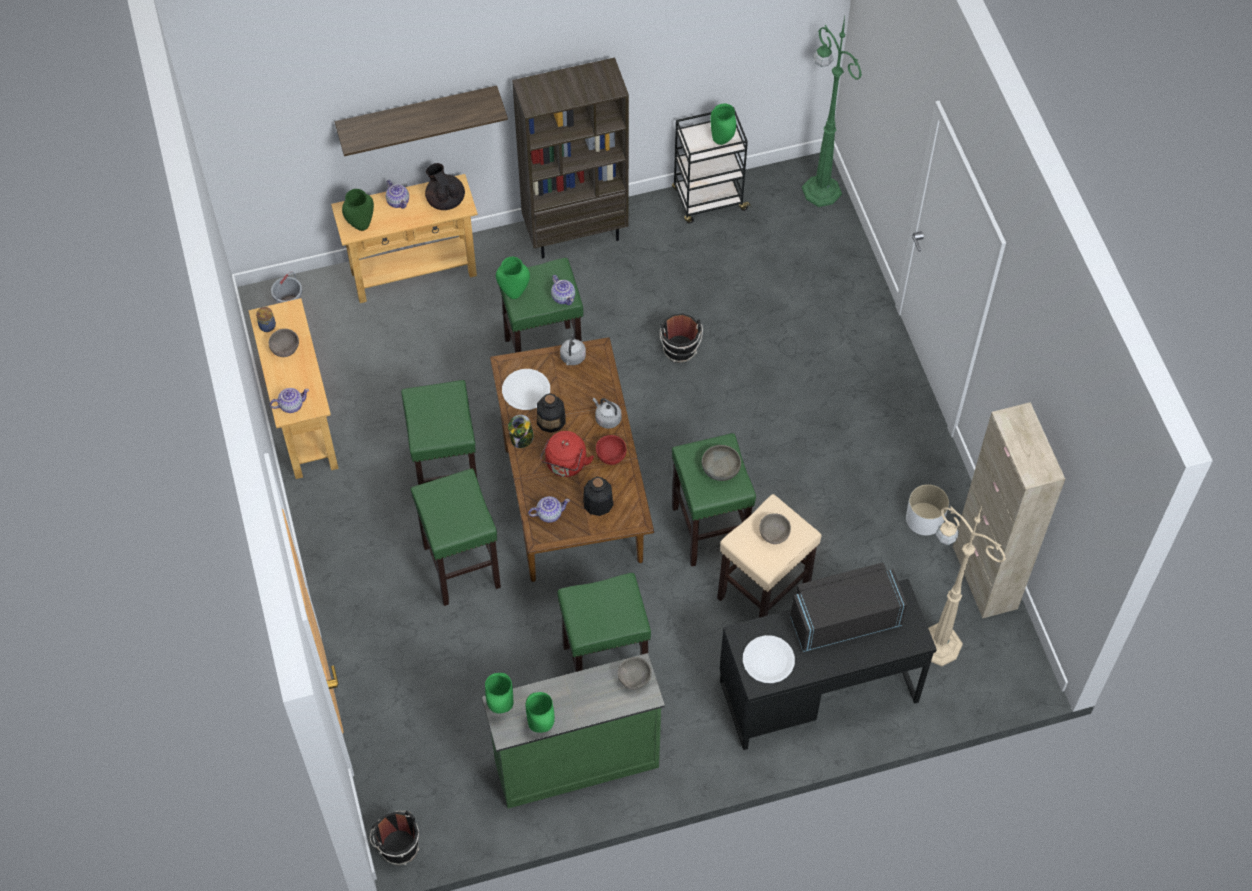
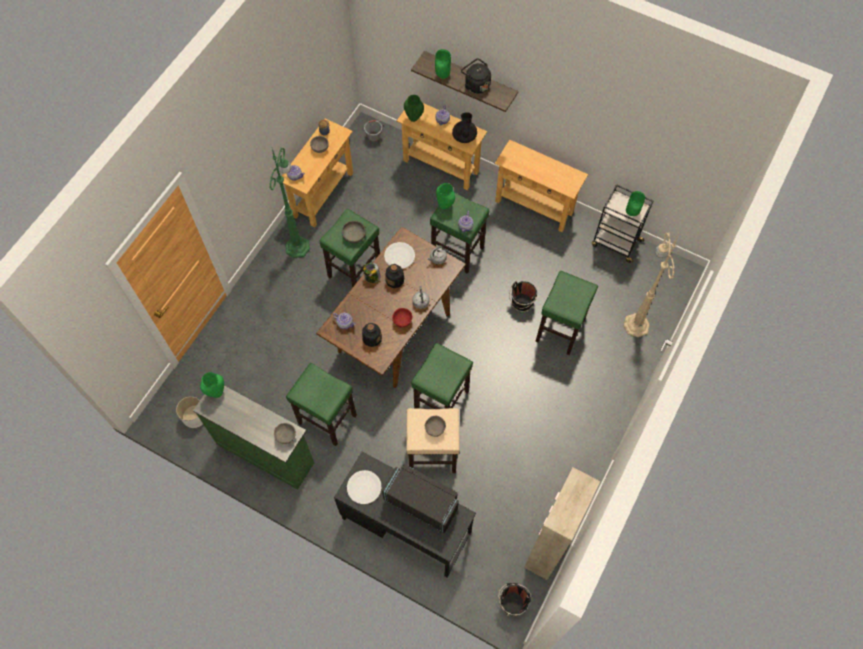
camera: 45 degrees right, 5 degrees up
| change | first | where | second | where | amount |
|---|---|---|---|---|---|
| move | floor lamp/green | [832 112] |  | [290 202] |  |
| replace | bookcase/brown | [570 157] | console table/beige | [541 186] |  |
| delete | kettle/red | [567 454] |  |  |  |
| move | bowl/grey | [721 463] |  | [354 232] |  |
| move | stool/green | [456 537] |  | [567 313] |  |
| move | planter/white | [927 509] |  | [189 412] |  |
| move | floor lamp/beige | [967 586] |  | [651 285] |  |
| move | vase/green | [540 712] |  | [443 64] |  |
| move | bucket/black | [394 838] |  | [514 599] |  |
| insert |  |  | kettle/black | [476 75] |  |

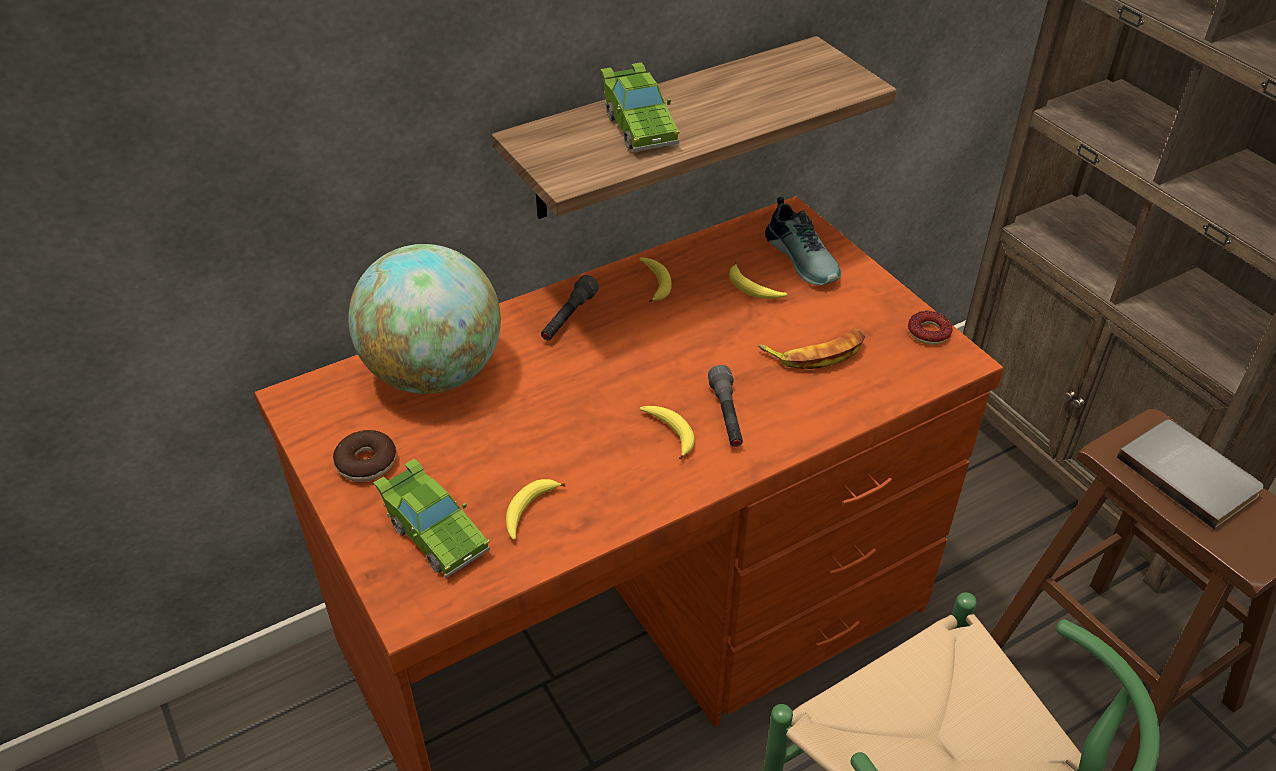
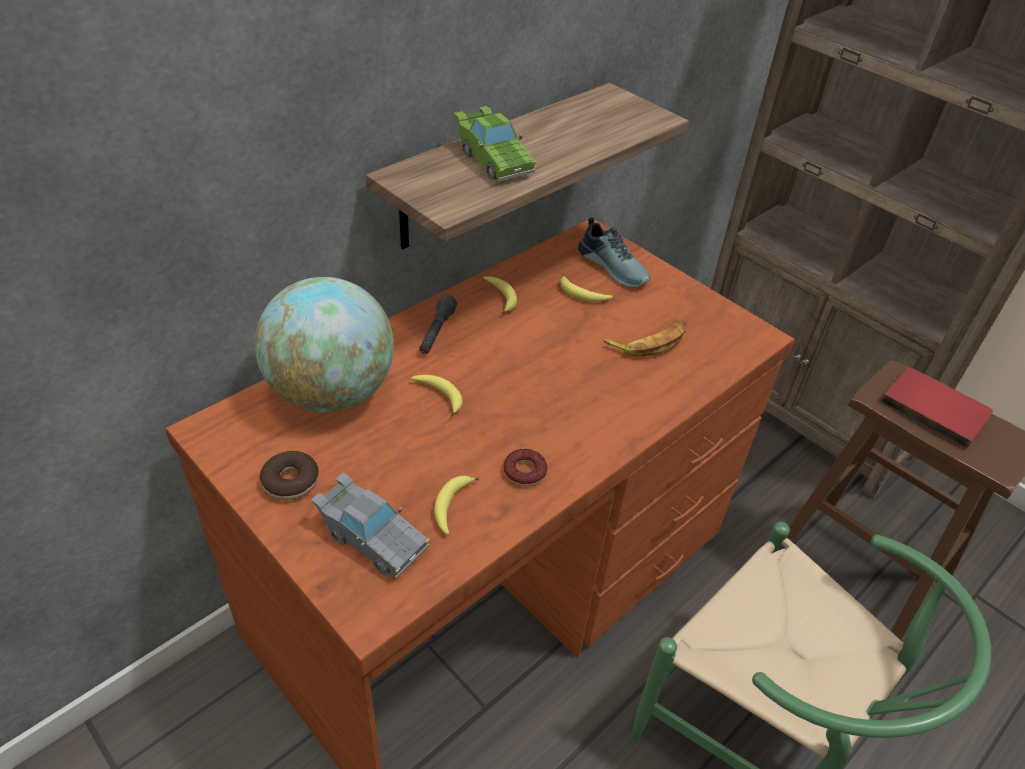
camera: 15 degrees left, 0 degrees up
| change | first | where | second | where | amount |
|---|---|---|---|---|---|
| move | donut | [930 328] |  | [525 467] |  |
| delete | flashlight/grey | [725 406] |  |  |  |
| move | banana | [667 433] |  | [437 395] |  |
| recolor | book/grey | [1190 474] | book/red | [937 407] |  |
| recolor | toy car/green | [431 518] | toy car/grey | [370 526] |  |

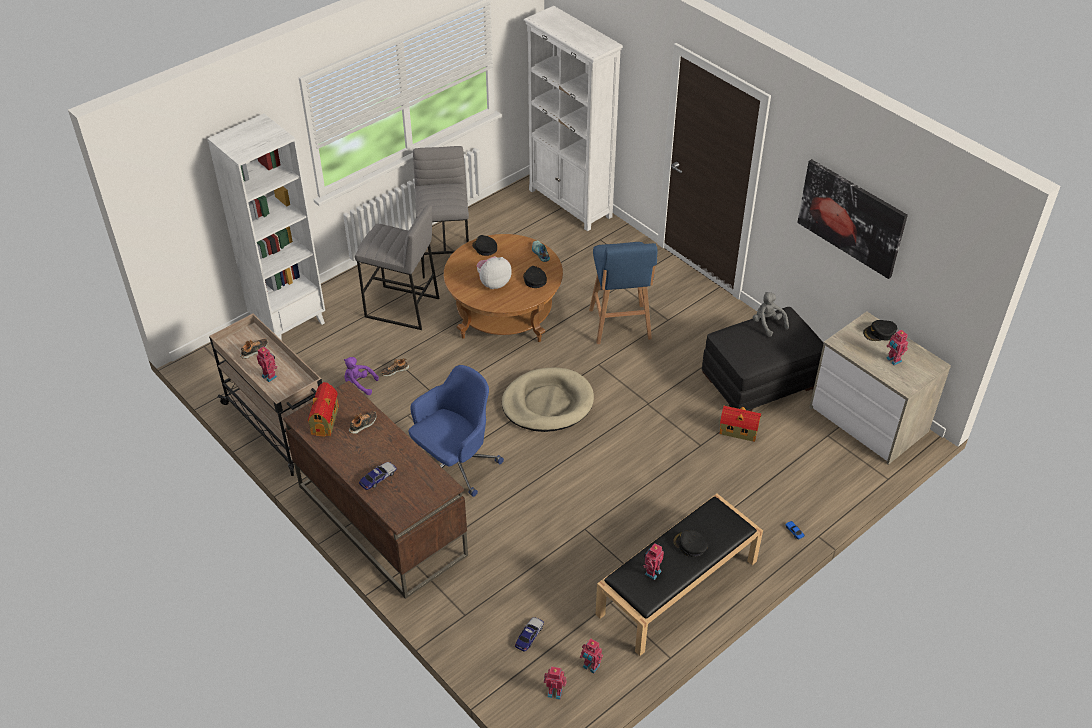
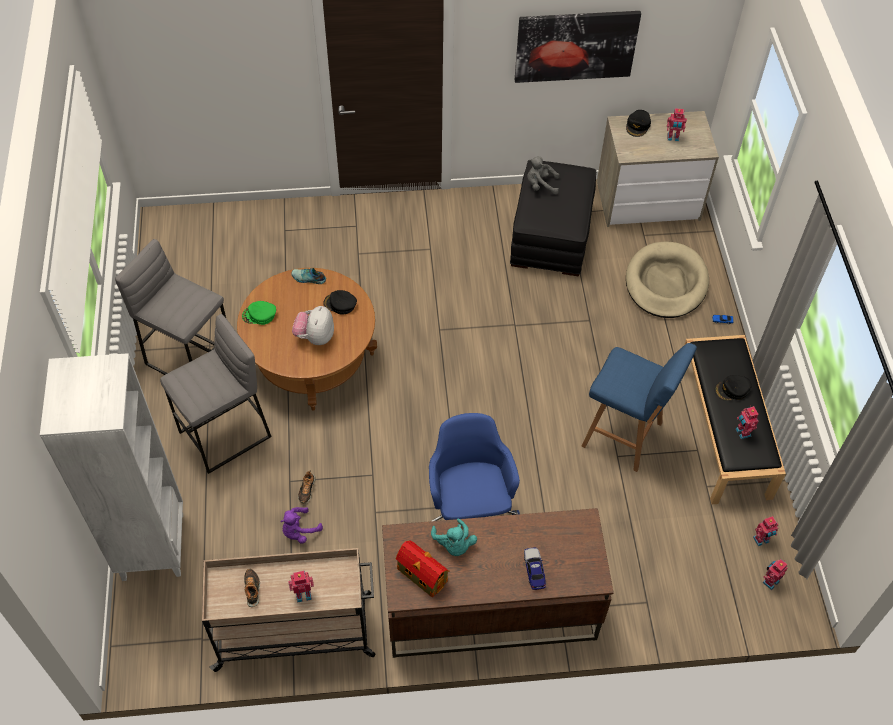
camera: 55 degrees left, 10 degrees up
| change | first | where | second | where | amount |
|---|---|---|---|---|---|
| delete | bookcase/white | [573 118] |  |  |  |
| recolor | cap/black | [484 245] | cap/green | [259 313] |  |
| move | stool/blue | [623 293] |  | [639 407] |  |
| move | dog bed/beige | [548 399] |  | [667 279] |  |
| delete | toy house | [740 424] |  |  |  |
| replace | shoe | [363 422] | plush toy/turquoise | [454 537] |  |
| delete | toy car | [529 634] |  |  |  |

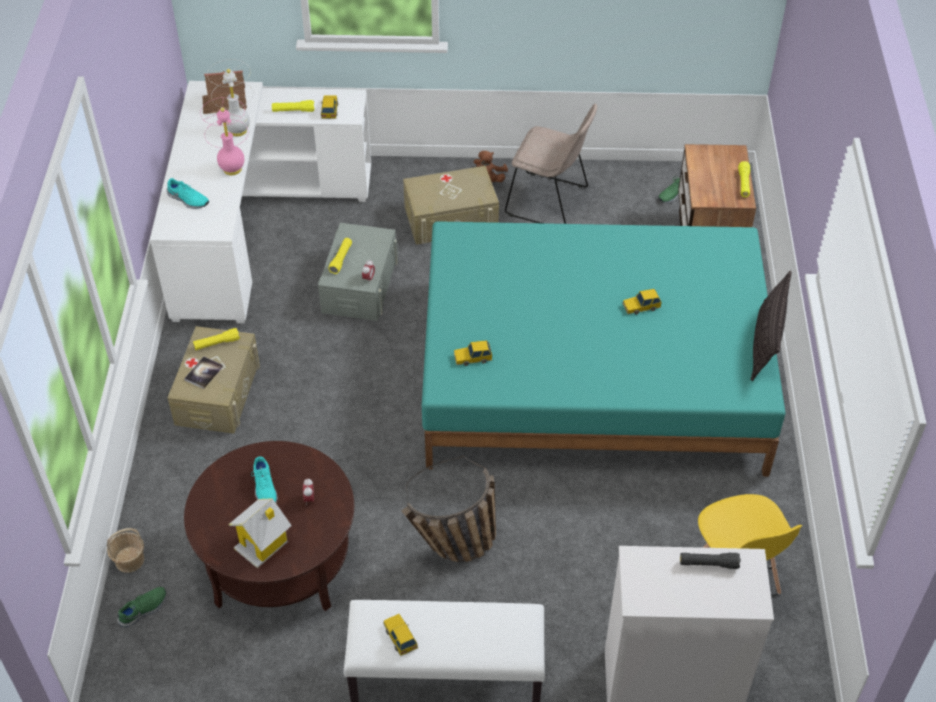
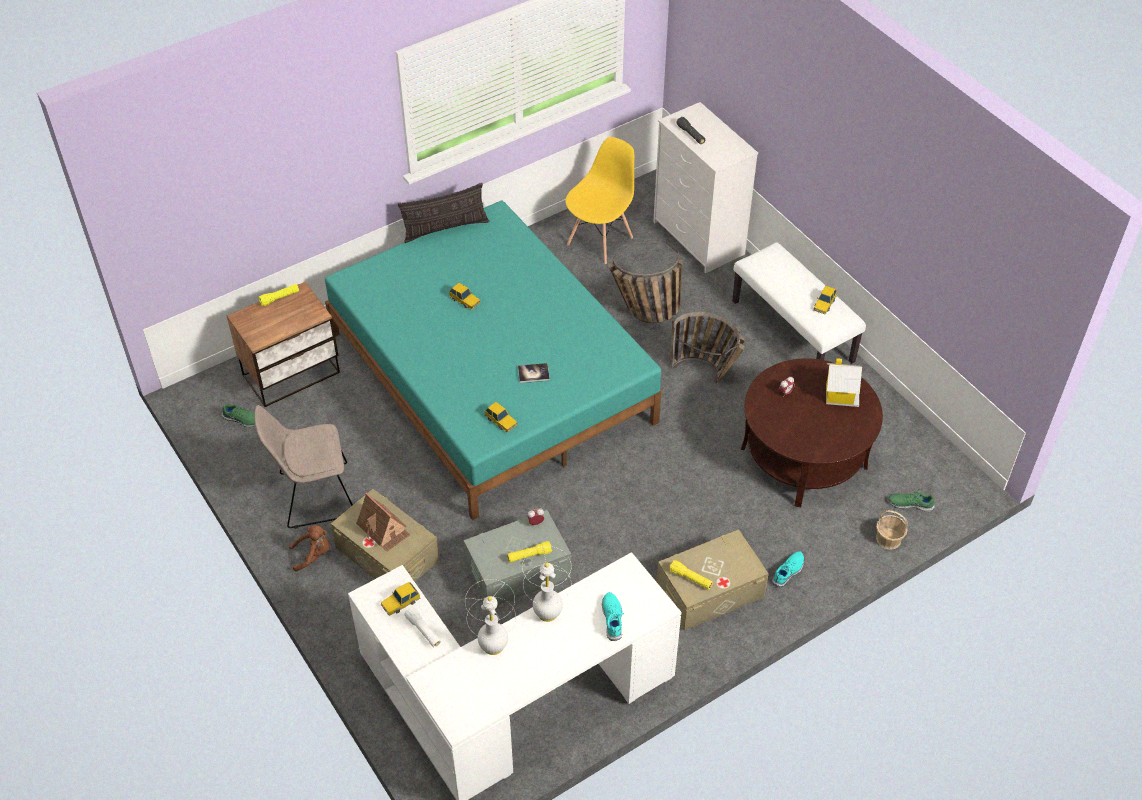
camera: 125 degrees left, 0 degrees up
| change | first | where | second | where | amount |
|---|---|---|---|---|---|
| move | toy house | [224 92] |  | [383 522] |  |
| recolor | table lamp/pink | [224 136] | table lamp/white | [547 584] |  |
| recolor | flashlight/yellow | [293 106] | flashlight/white | [422 627] |  |
| rotate | chair/beige | [551 164] |  | [303 467] | 90 degrees counterclockwise |
| move | toy car | [473 353] |  | [501 417] |  |
| move | book | [203 373] |  | [534 373] |  |
| move | shoe/turquoise | [264 480] |  | [788 569] |  |
| insert |  |  | basket | [645 282] |  |

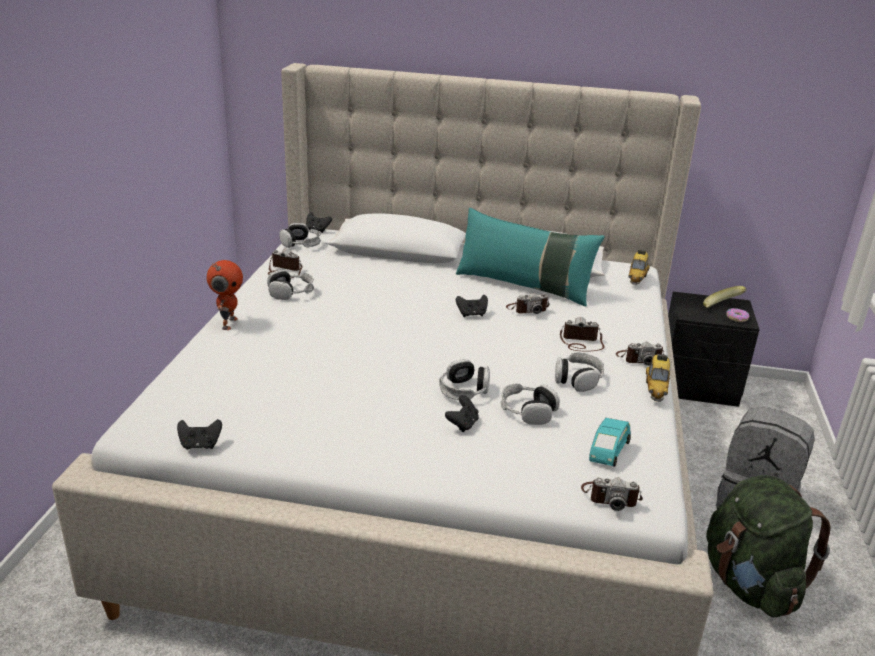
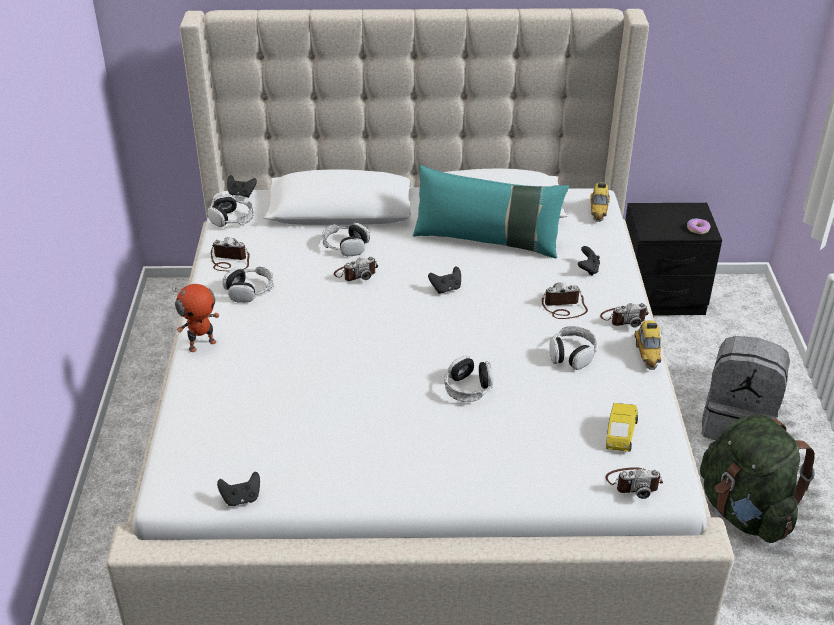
camera: 10 degrees left, 10 degrees up
| change | first | where | second | where | amount |
|---|---|---|---|---|---|
| rotate | toy robot | [225 295] |  | [196 318] | 60 degrees clockwise |
| delete | banana | [724 297] |  |  |  |
| move | photo camera | [528 303] |  | [356 268] |  |
| move | headphones | [530 404] |  | [346 239] |  |
| move | game controller/black | [462 413] |  | [589 261] |  |
| recolor | toy car/turquoise | [610 442] | toy car/yellow | [622 427] |  |

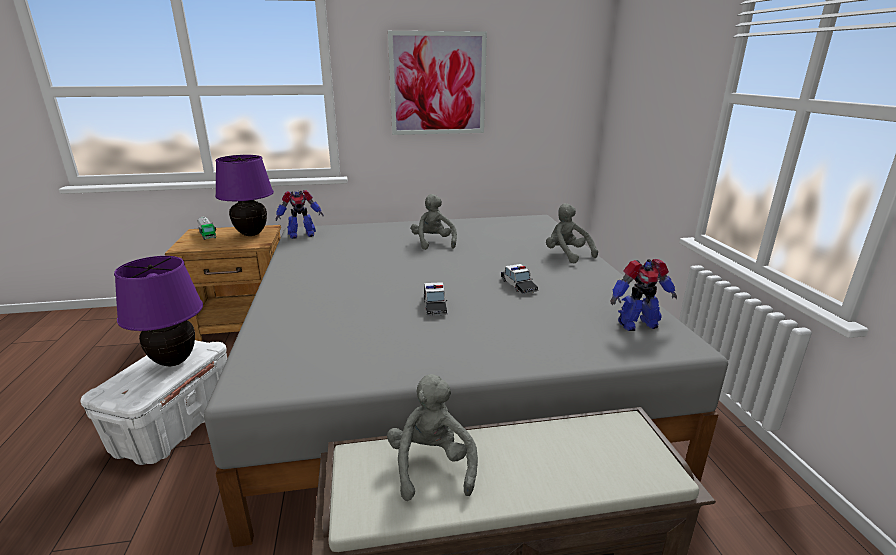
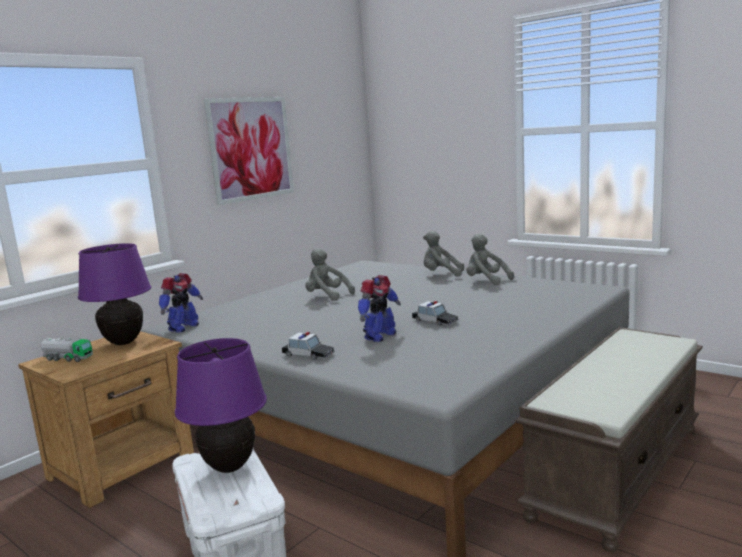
camera: 40 degrees left, 10 degrees down
| change | first | where | second | where | amount |
|---|---|---|---|---|---|
| move | toy robot | [643 295] |  | [379 308] |  |
| move | toy car | [519 279] |  | [308 346] |  |
| move | plush toy/grey | [432 437] |  | [490 259] |  |

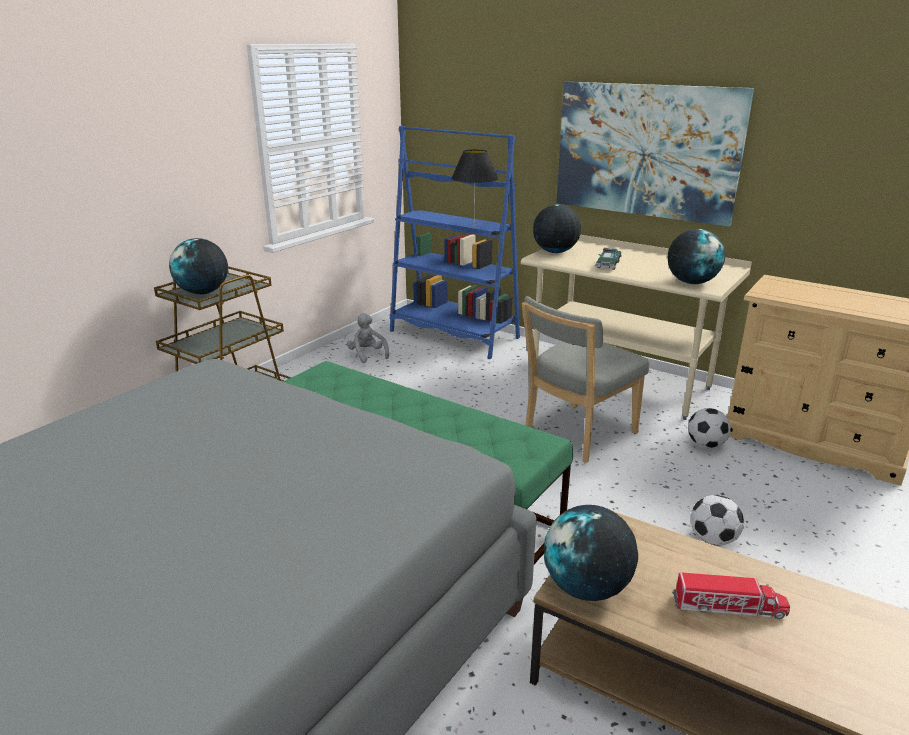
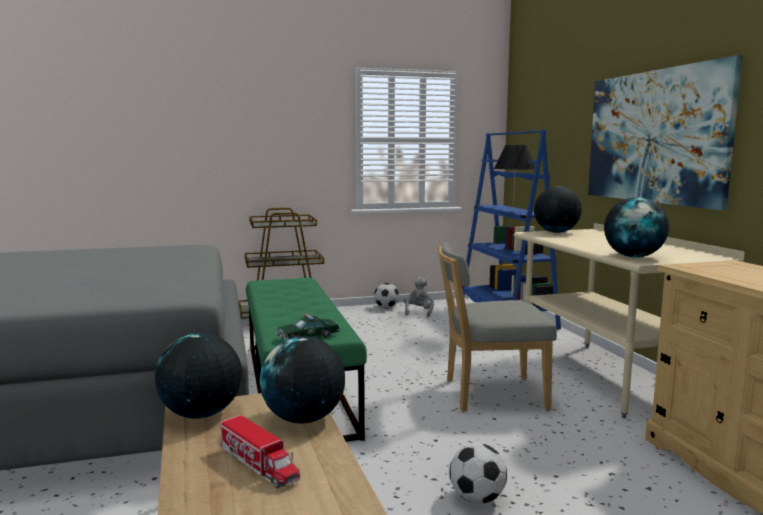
camera: 40 degrees right, 15 degrees down
| change | first | where | second | where | amount |
|---|---|---|---|---|---|
| move | globe | [198 266] |  | [302 379] |  |
| move | toy car | [608 259] |  | [308 327] |  |
| move | football | [709 428] |  | [386 295] |  |

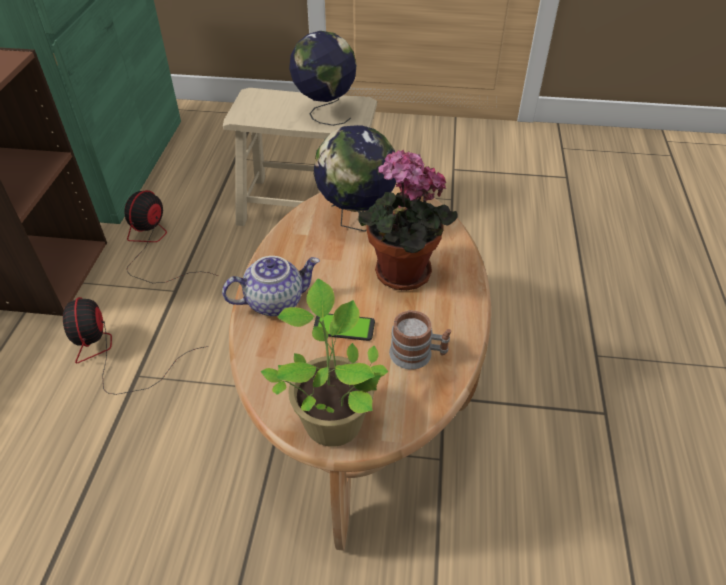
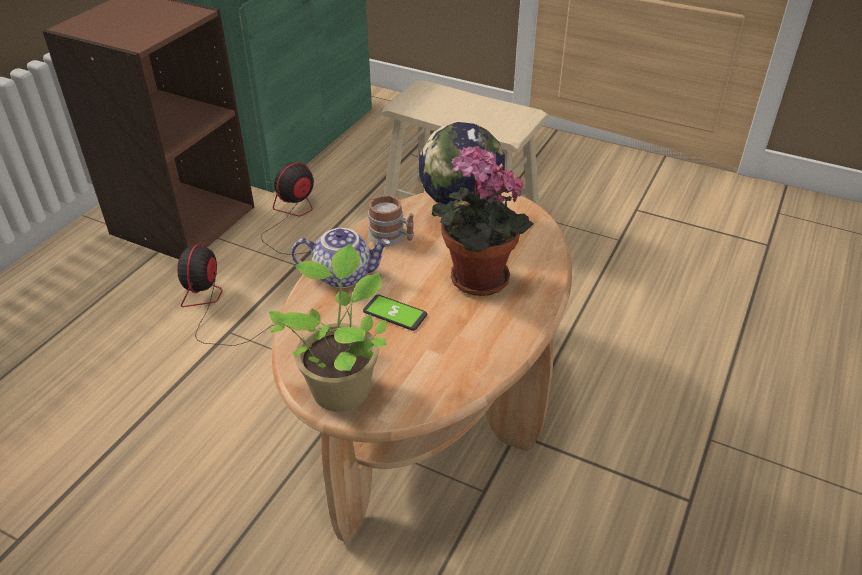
camera: 20 degrees right, 5 degrees down
| change | first | where | second | where | amount |
|---|---|---|---|---|---|
| delete | globe | [323 78] |  |  |  |
| move | mug | [420 340] |  | [391 220] |  |

